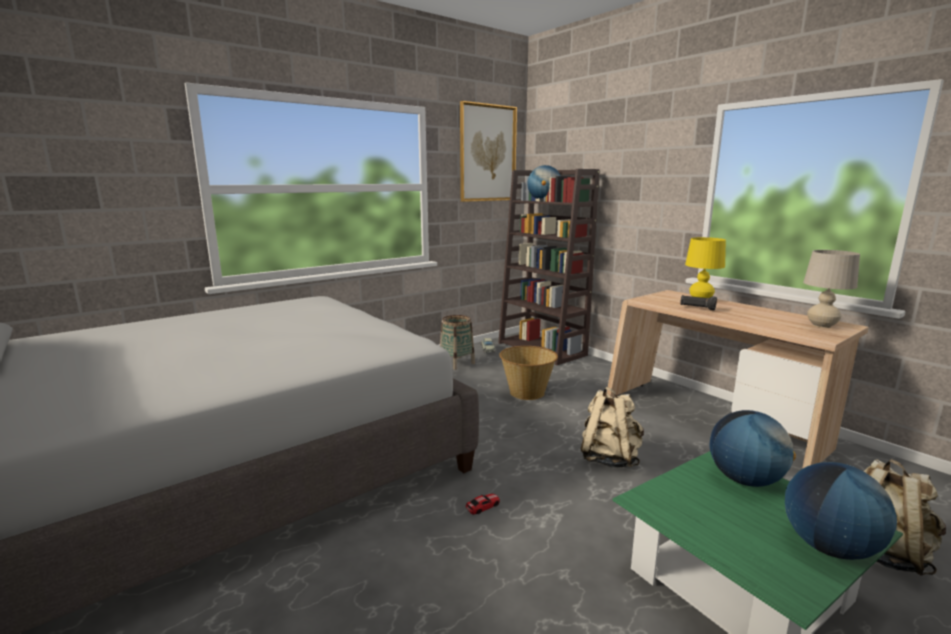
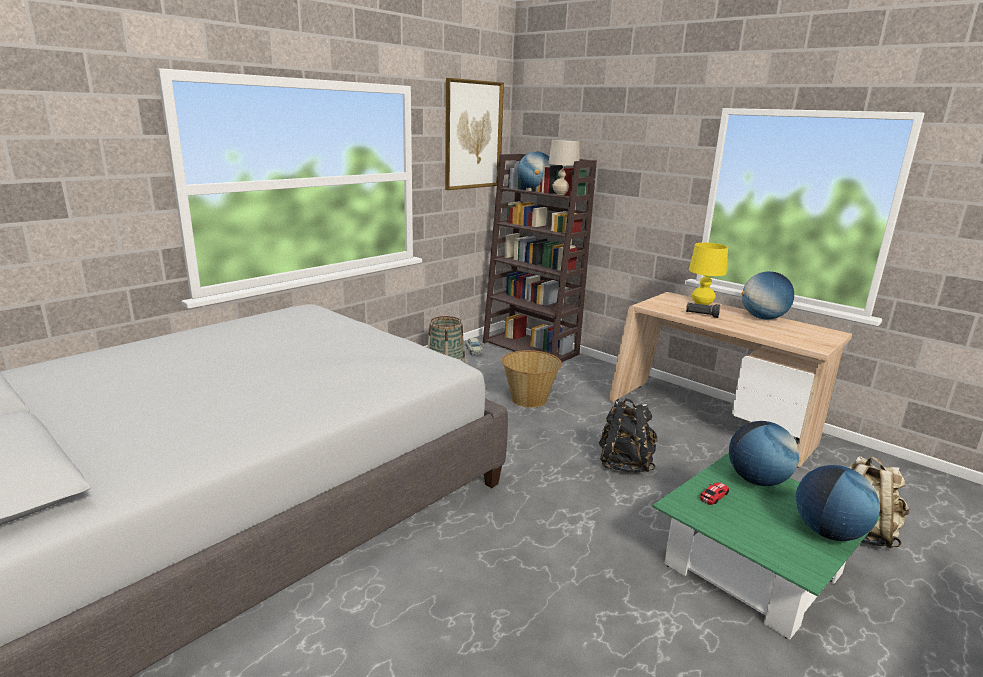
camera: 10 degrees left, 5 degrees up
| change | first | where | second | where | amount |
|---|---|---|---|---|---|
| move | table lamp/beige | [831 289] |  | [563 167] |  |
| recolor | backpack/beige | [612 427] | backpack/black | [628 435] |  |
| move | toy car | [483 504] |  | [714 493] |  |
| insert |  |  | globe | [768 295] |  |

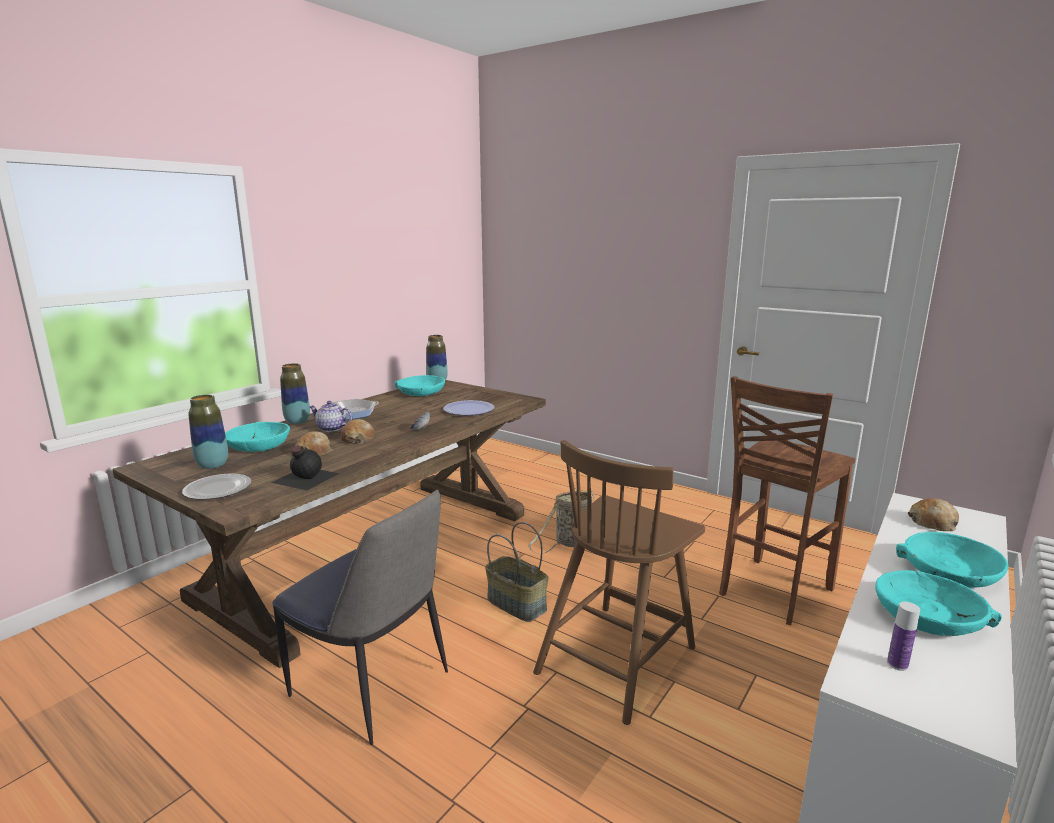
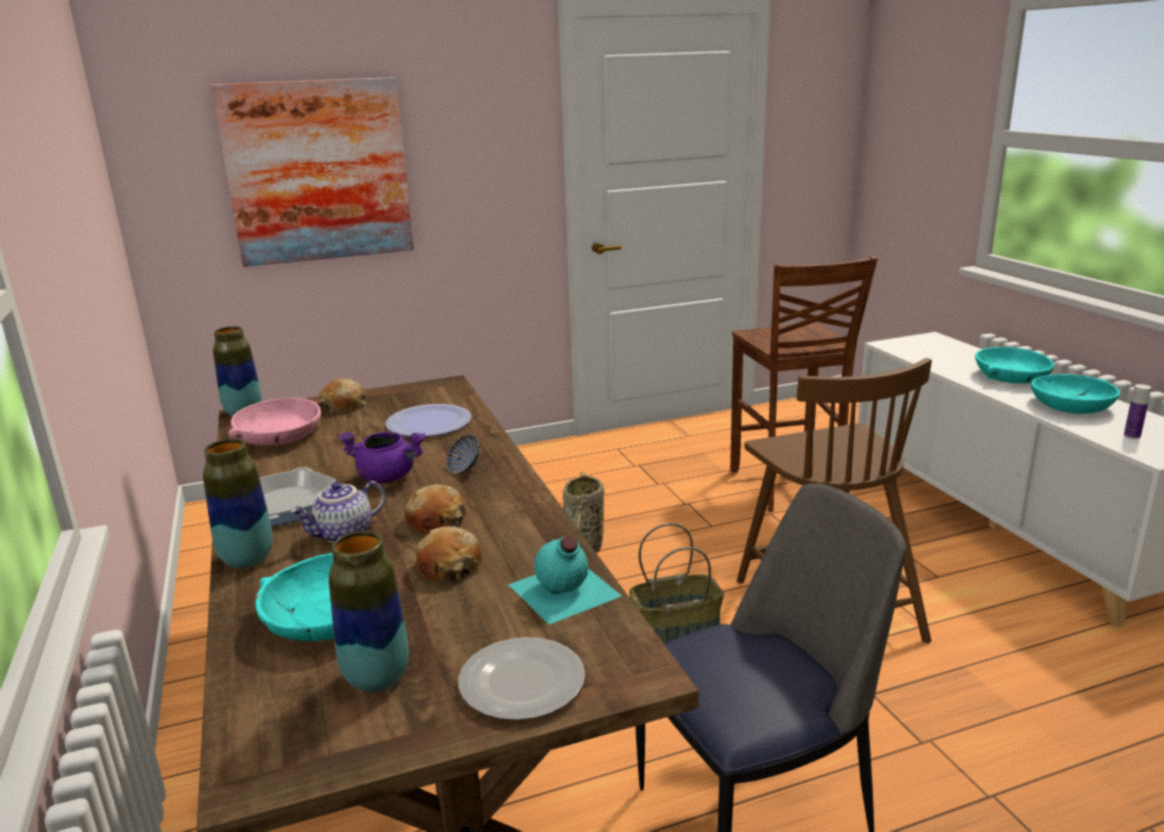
camera: 55 degrees left, 5 degrees up
| change | first | where | second | where | amount |
|---|---|---|---|---|---|
| recolor | bowl/turquoise | [420 385] | bowl/pink | [274 422] |  |
| recolor | bottle/black | [305 468] | bottle/turquoise | [565 580] |  |
| move | bread | [933 514] |  | [342 395] |  |
| insert |  |  | picture | [312 172] |  |
| insert |  |  | cooking pot/purple | [381 457] |  |

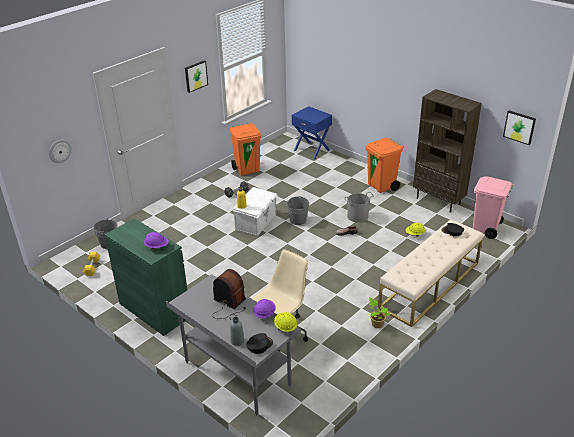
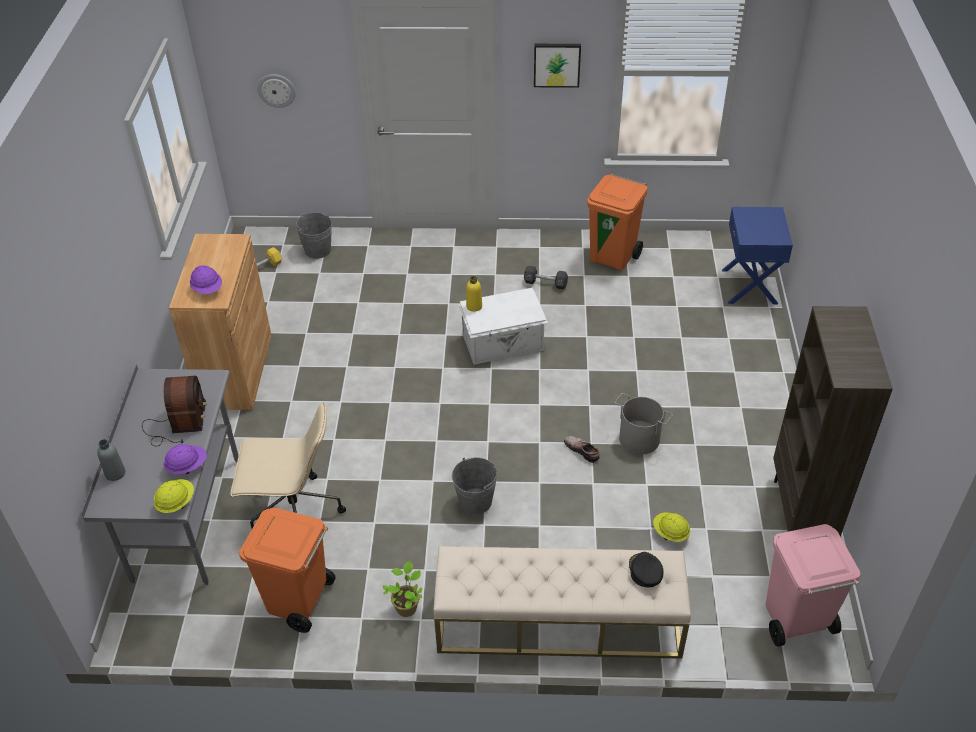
camera: 50 degrees right, 10 degrees up
| change | first | where | second | where | amount |
|---|---|---|---|---|---|
| delete | picture | [519 127] |  |  |  |
| move | trash can/orange | [385 165] |  | [287 570] |  |
| move | bucket/grey | [297 210] |  | [475 486] |  |
| recolor | cabinet/green | [145 277] | cabinet/brown | [220 322] |  |
| delete | cap/black | [259 343] |  |  |  |

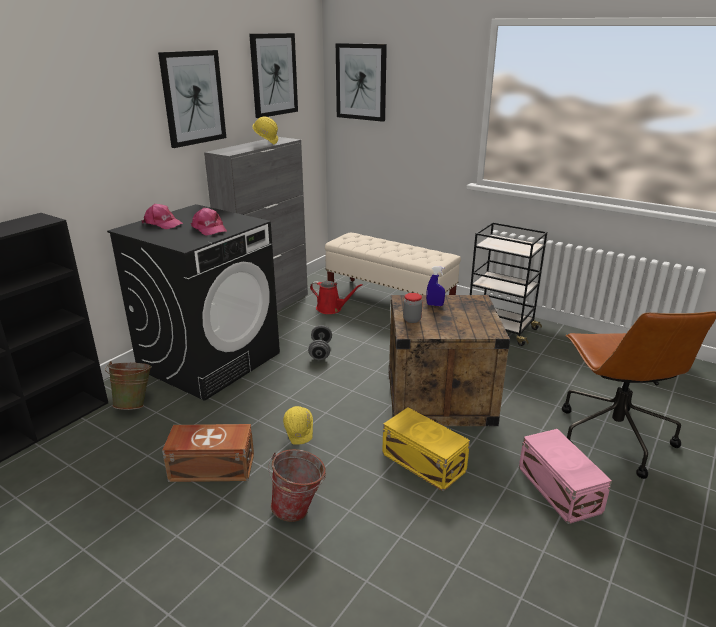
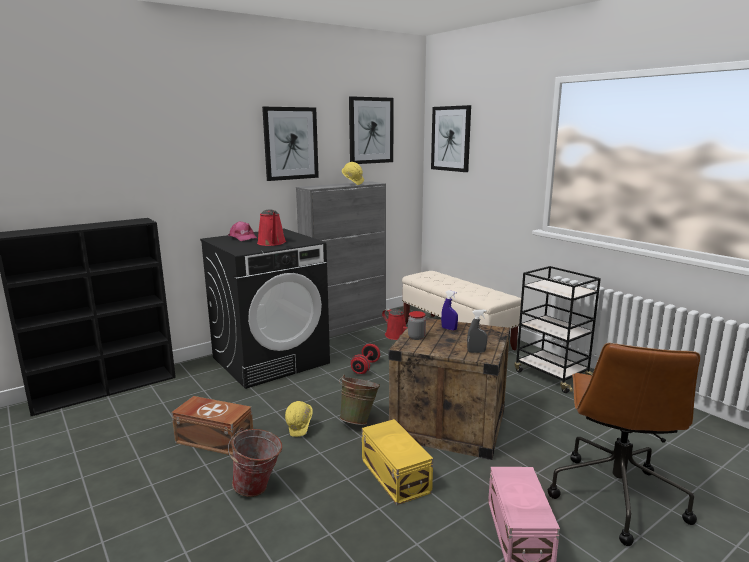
camera: 20 degrees right, 10 degrees down
| change | first | where | second | where | amount |
|---|---|---|---|---|---|
| replace | cap/pink | [209 222] | watering can/red | [271 227] |  |
| recolor | dumbbell/grey | [320 342] | dumbbell/red | [365 359] |  |
| move | bucket/green | [128 385] |  | [359 400] |  |
| insert |  |  | spray bottle/grey | [477 331] |  |

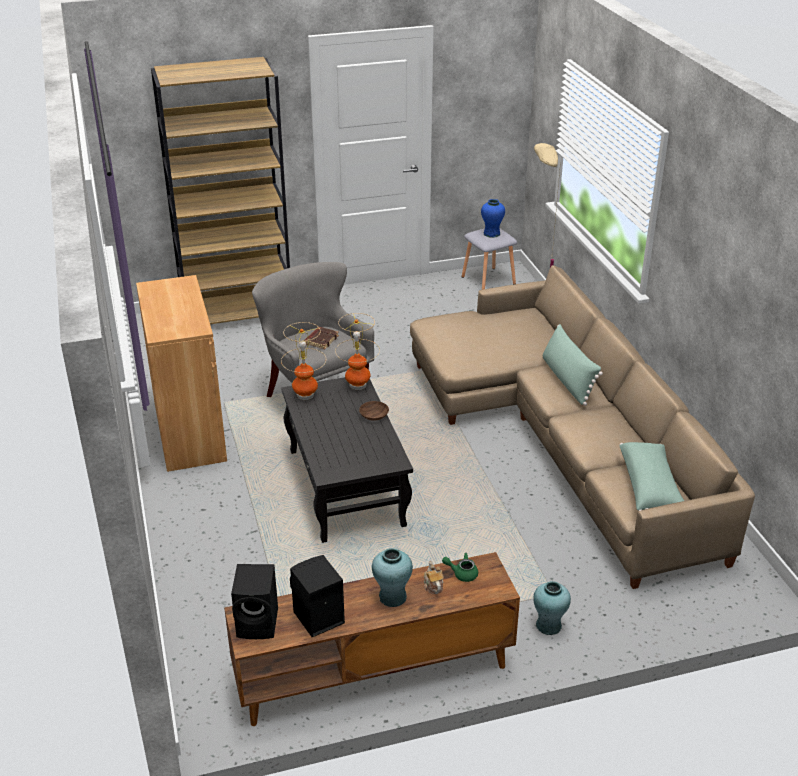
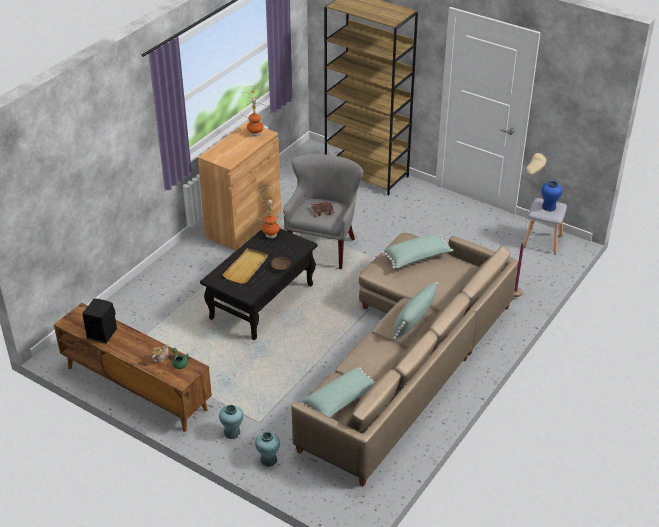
camera: 50 degrees right, 5 degrees up
| change | first | where | second | where | amount |
|---|---|---|---|---|---|
| move | table lamp | [357 351] |  | [254 111] |  |
| move | vase/turquoise | [392 577] |  | [267 449] |  |
| delete | speaker/black | [254 601] |  |  |  |
| insert |  |  | pillow/green | [417 251] |  |
| insert |  |  | tray/beige | [245 266] |  |

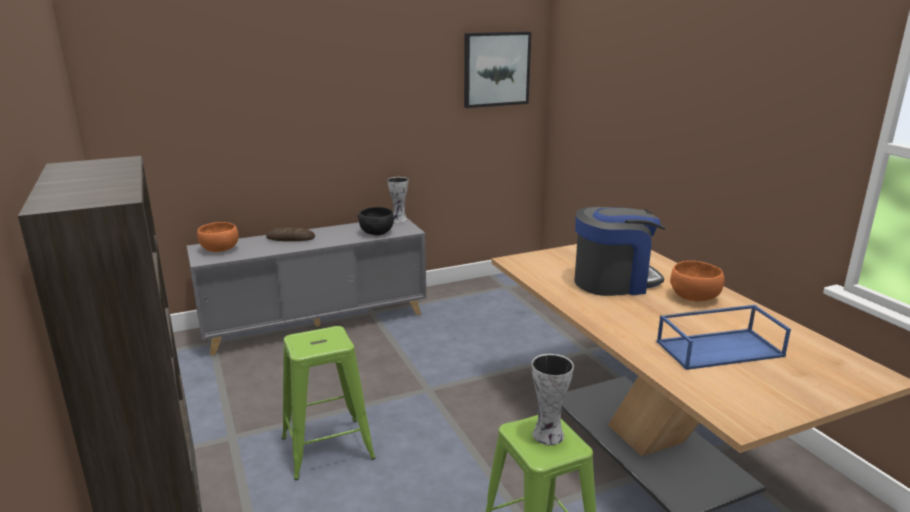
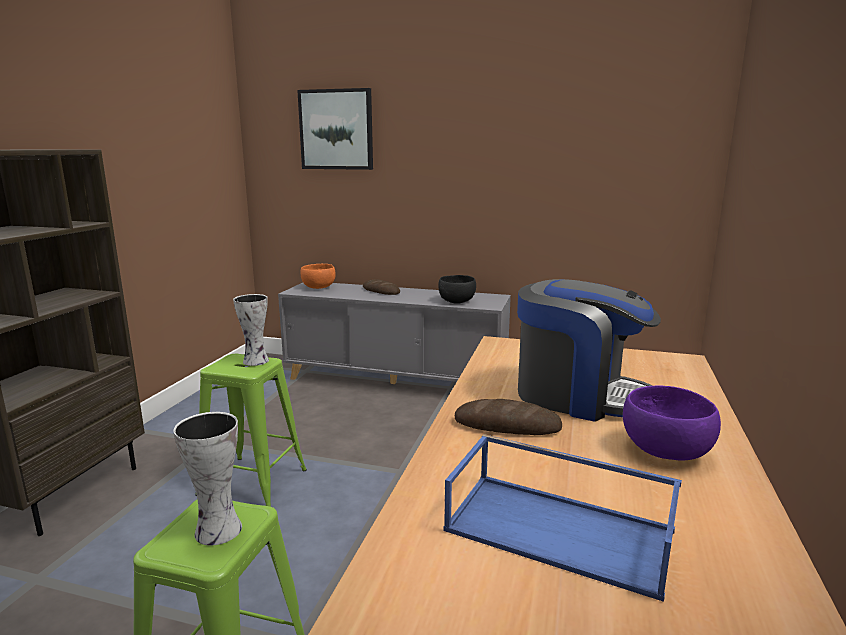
camera: 40 degrees right, 5 degrees down
| change | first | where | second | where | amount |
|---|---|---|---|---|---|
| move | picture | [497 69] |  | [335 129] |  |
| move | vase | [398 200] |  | [251 330] |  |
| recolor | bowl/orange | [697 281] | bowl/purple | [672 423] |  |
| insert |  |  | bread | [508 417] |  |

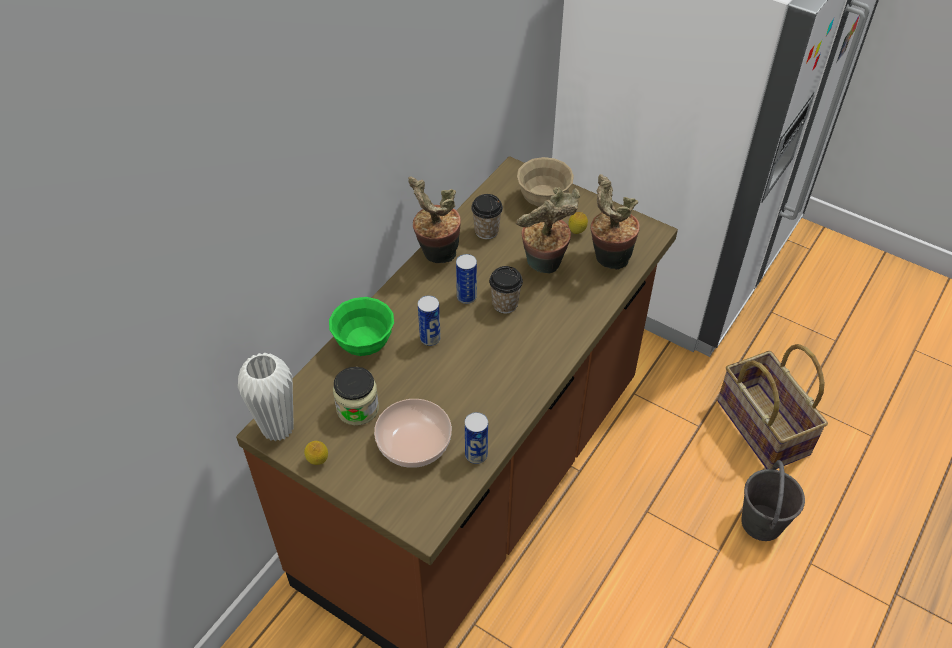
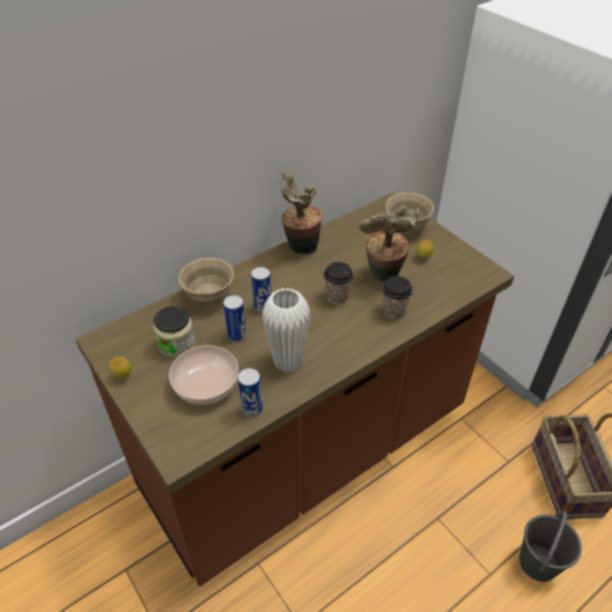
camera: 20 degrees right, 5 degrees down
| change | first | where | second | where | amount |
|---|---|---|---|---|---|
| delete | potted plant | [615 222] |  |  |  |
| move | cup | [487 216] |  | [397 297] |  |
| move | can | [466 279] |  | [234 318] |  |
| recolor | bowl/green | [361 326] | bowl/beige | [206 281] |  |
| move | vase/white | [265 397] |  | [286 330] |  |

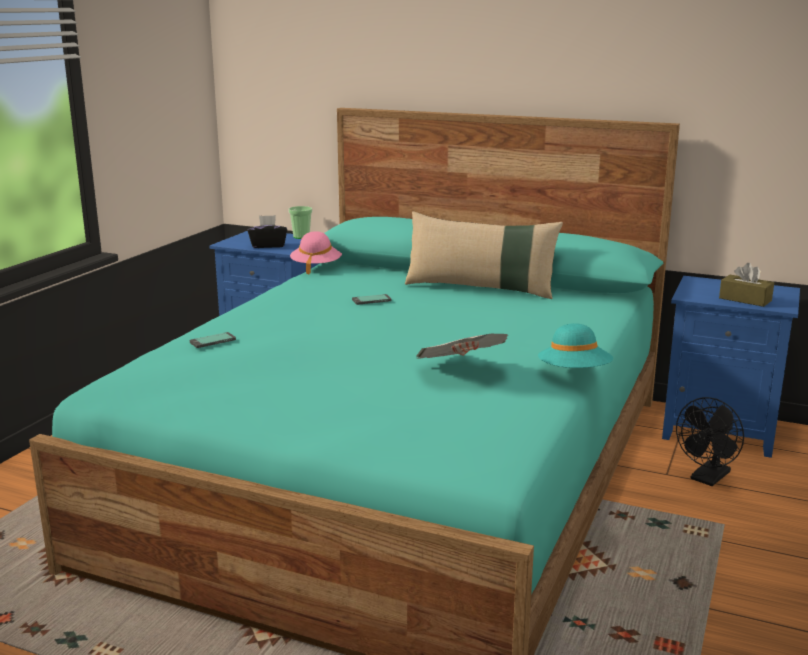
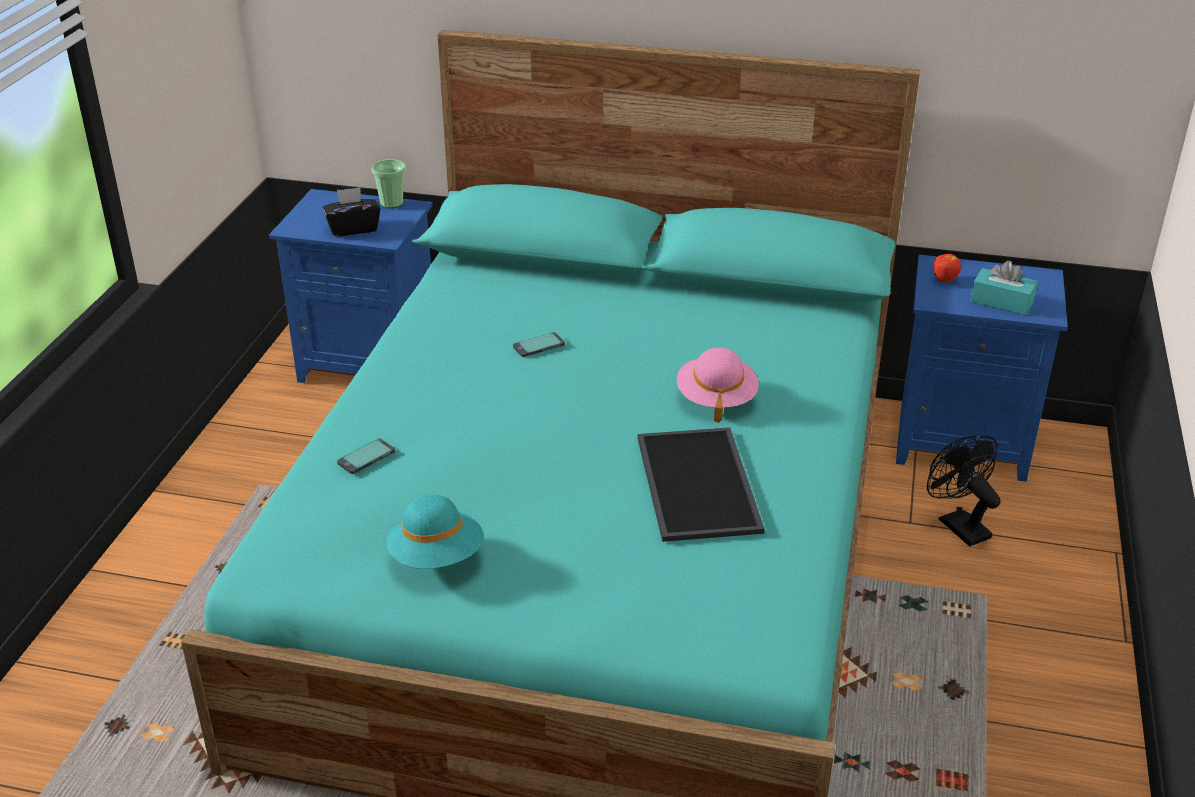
camera: 10 degrees left, 15 degrees up
| change | first | where | second | where | amount |
|---|---|---|---|---|---|
| delete | pillow/beige | [484 255] |  |  |  |
| move | hat/pink | [316 253] |  | [718 385] |  |
| recolor | tissue box/brown | [746 285] | tissue box/turquoise | [1004 287] |  |
| move | hat/turquoise | [575 345] |  | [435 532] |  |
| replace | newspaper | [462 346] | tray | [700 484] |  |
| rotate | fan/black | [710 441] |  | [964 490] | 120 degrees clockwise |
| insert |  |  | apple | [947 268] |  |

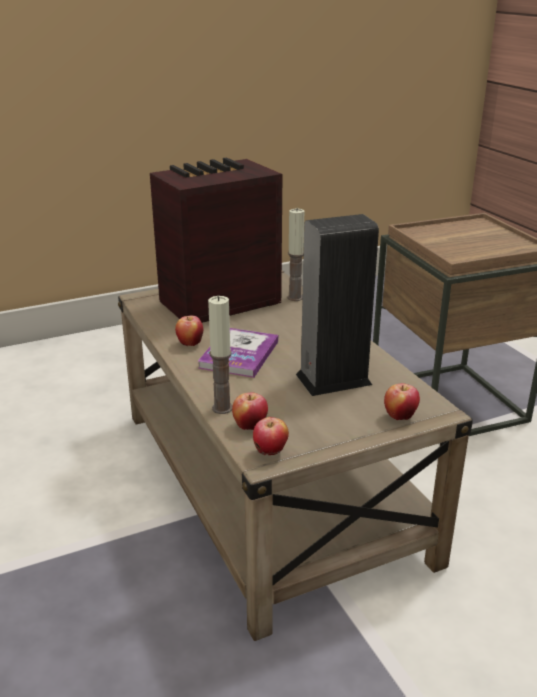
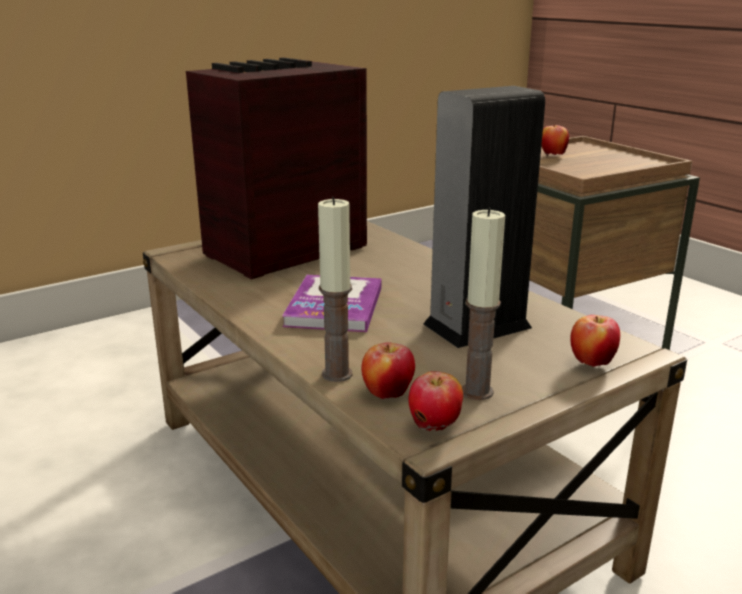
camera: 10 degrees left, 5 degrees down
| change | first | where | second | where | amount |
|---|---|---|---|---|---|
| move | candle | [295 254] |  | [483 304] |  |
| move | apple | [189 331] |  | [555 140] |  |

